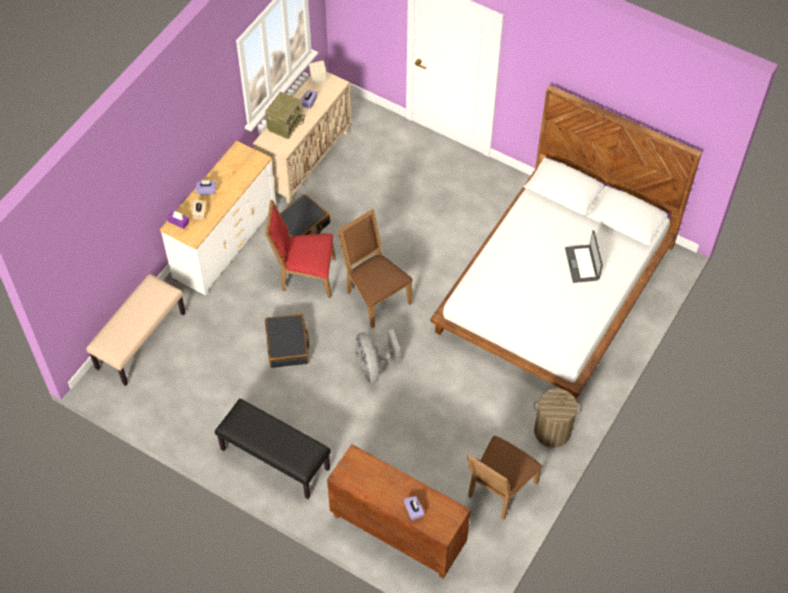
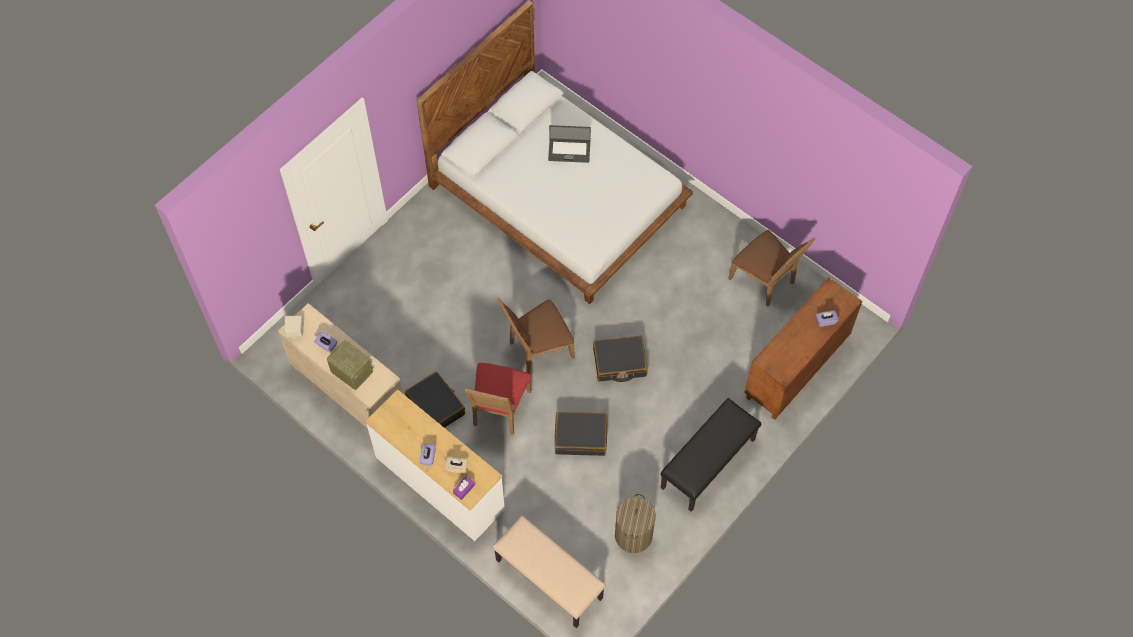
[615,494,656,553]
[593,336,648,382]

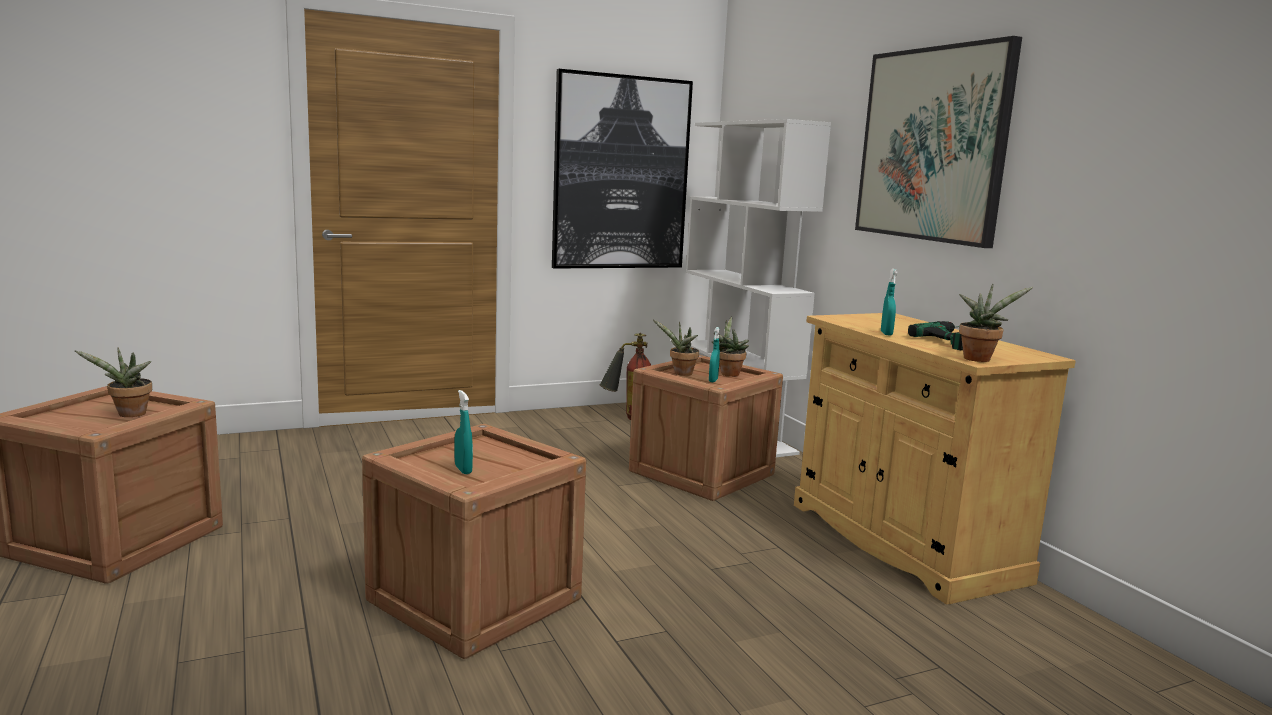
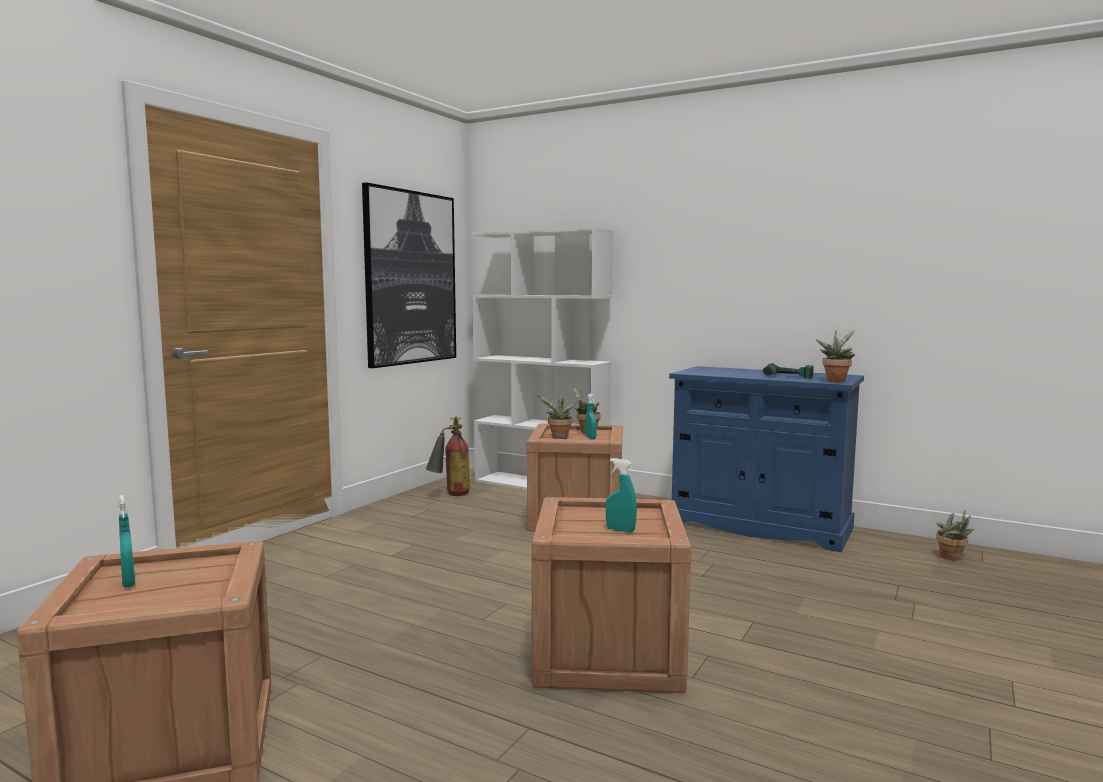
[855,36,1022,248] (first image)
[936,510,975,560]
[118,495,135,588]
[669,366,864,552]

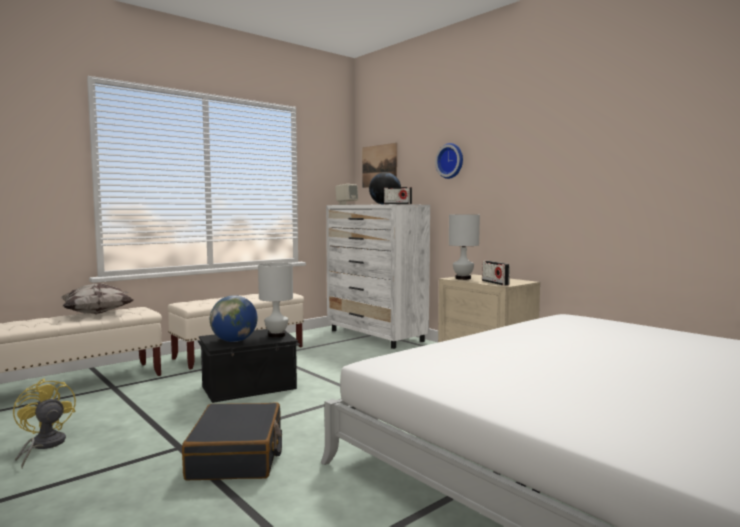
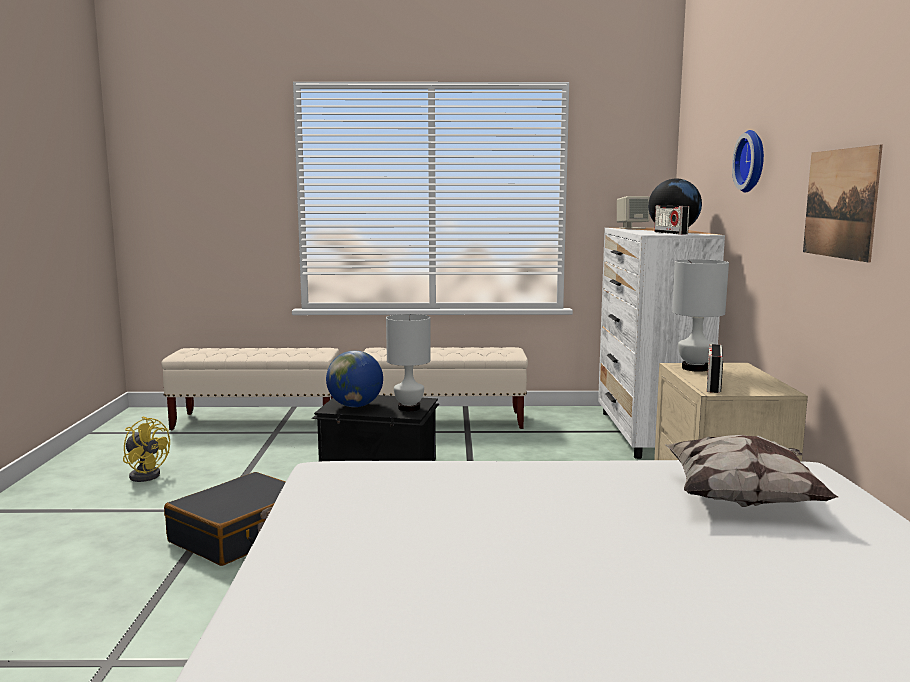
[666,435,839,507]
[803,145,883,263]
[123,417,170,482]

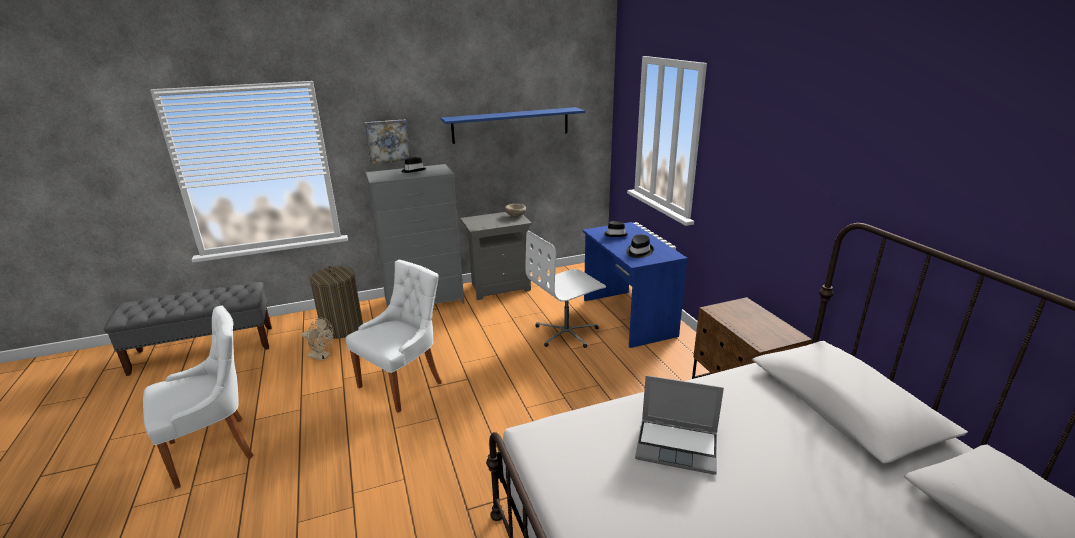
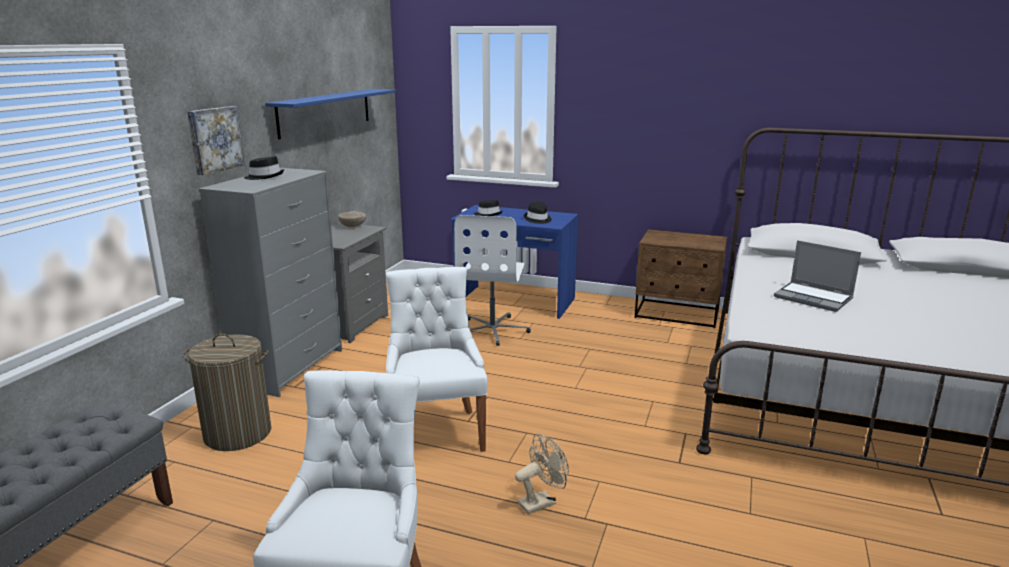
[515,434,569,514]
[774,240,861,312]

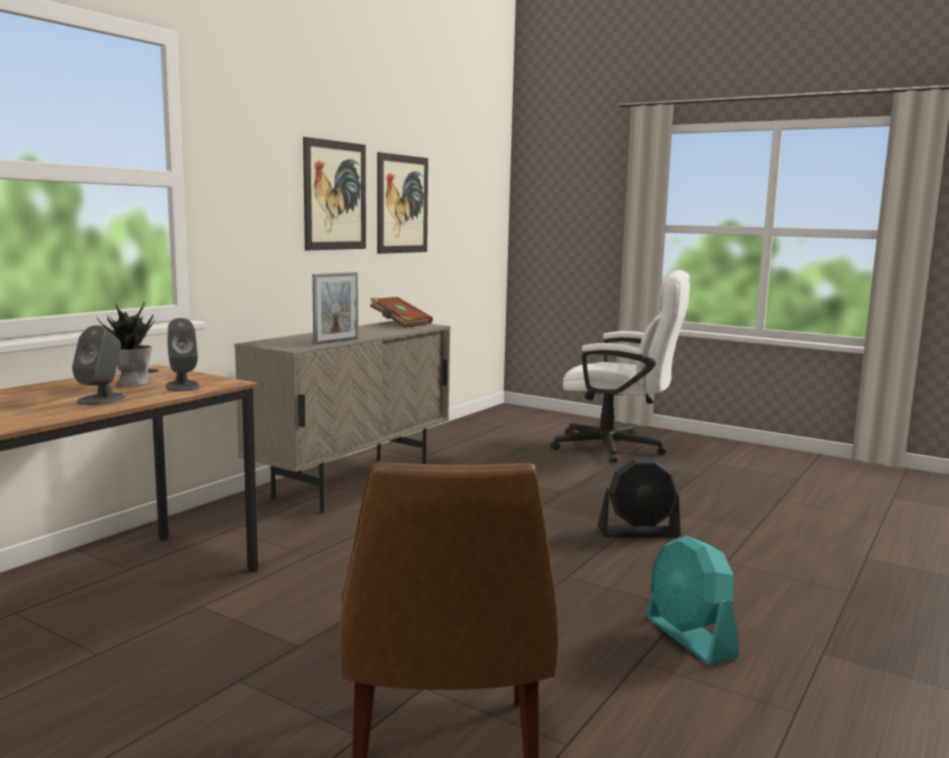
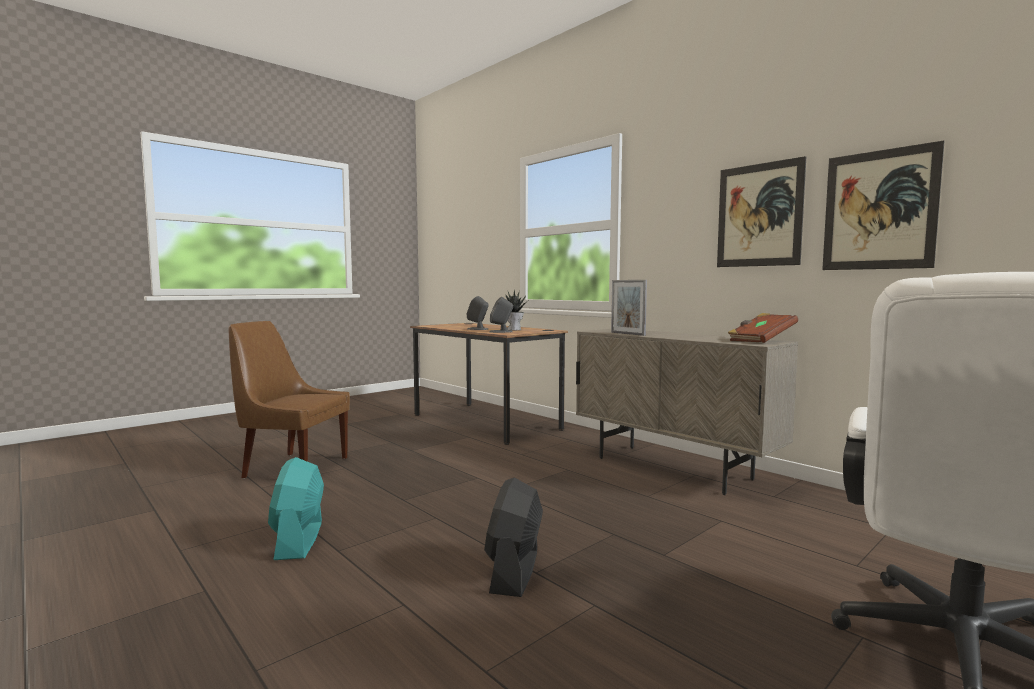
[268,457,324,560]

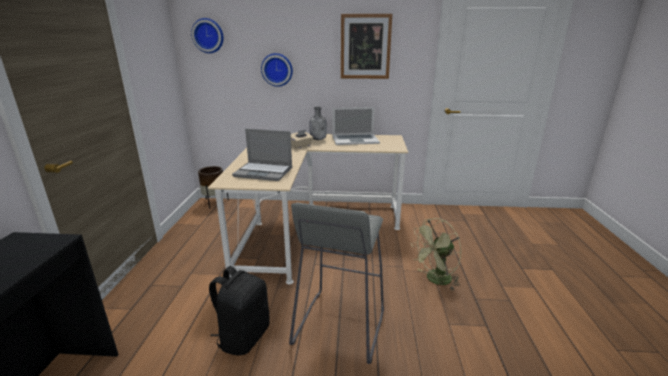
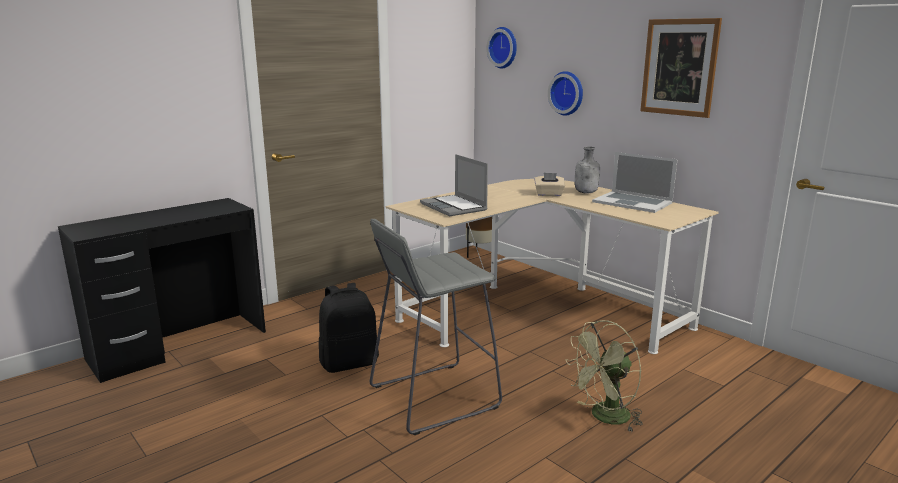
[566,320,643,431]

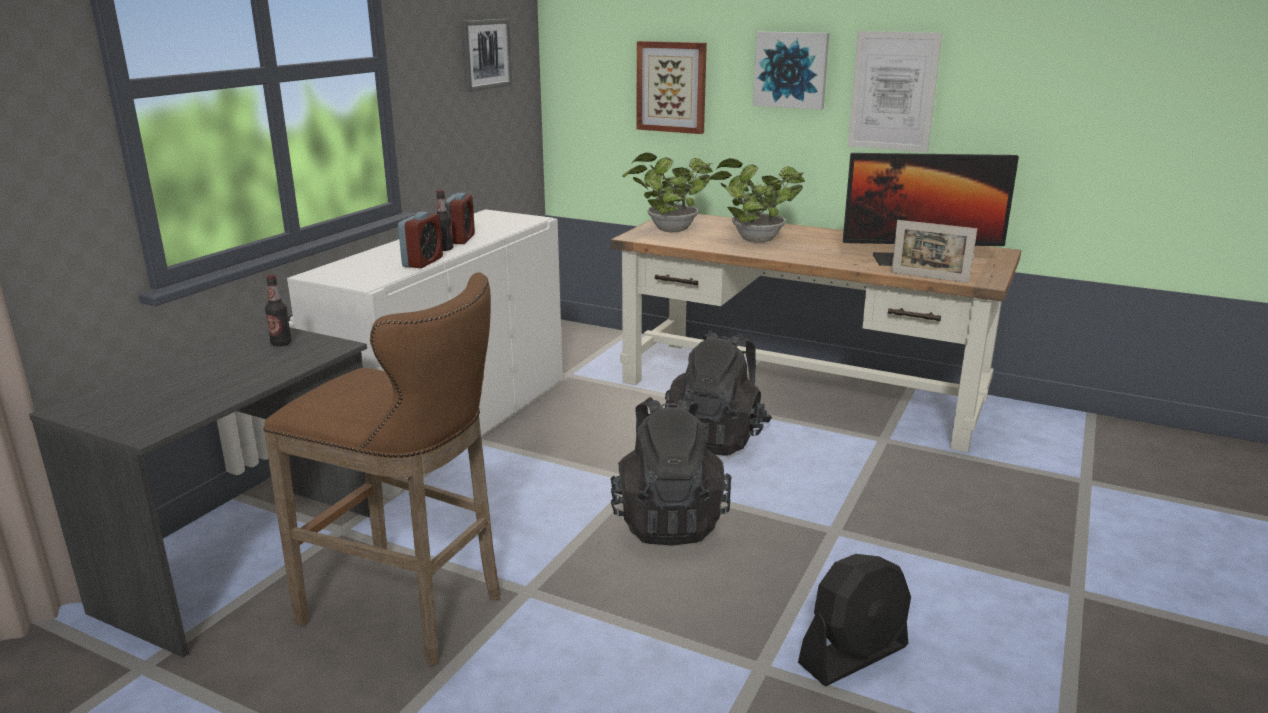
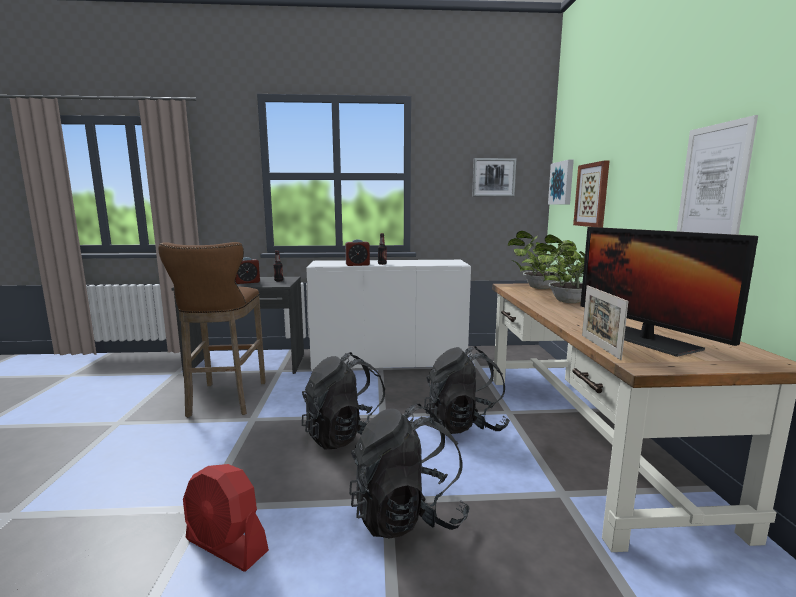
[349,404,470,539]
[235,257,260,284]
[548,160,574,205]
[183,464,269,572]

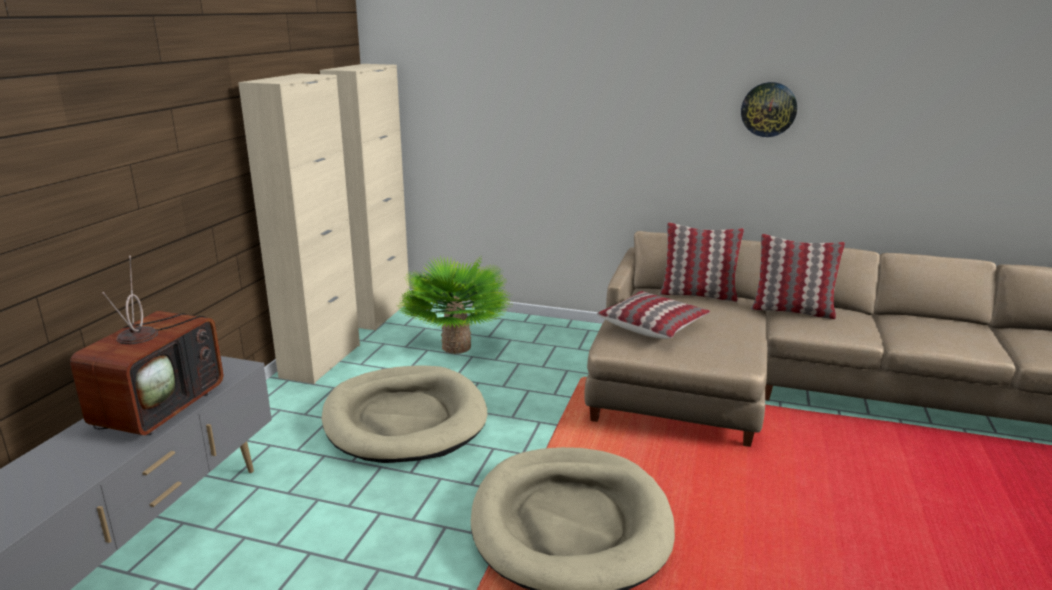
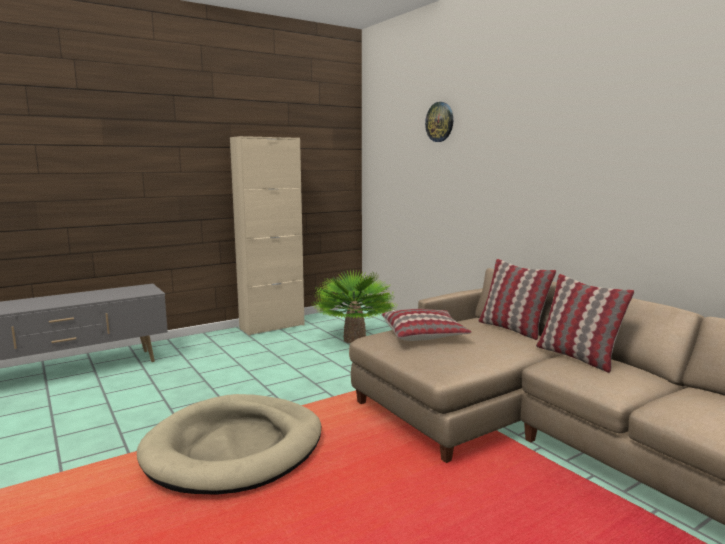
[70,256,223,435] (first image)
[320,64,410,330] (first image)
[322,365,487,463] (first image)
[425,102,453,142]

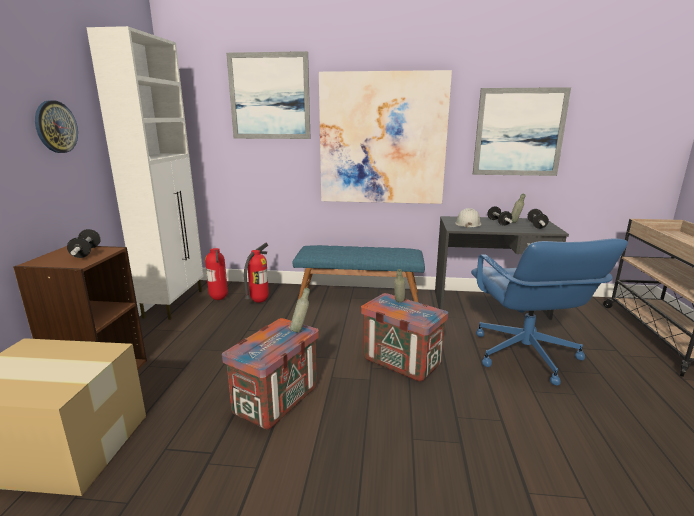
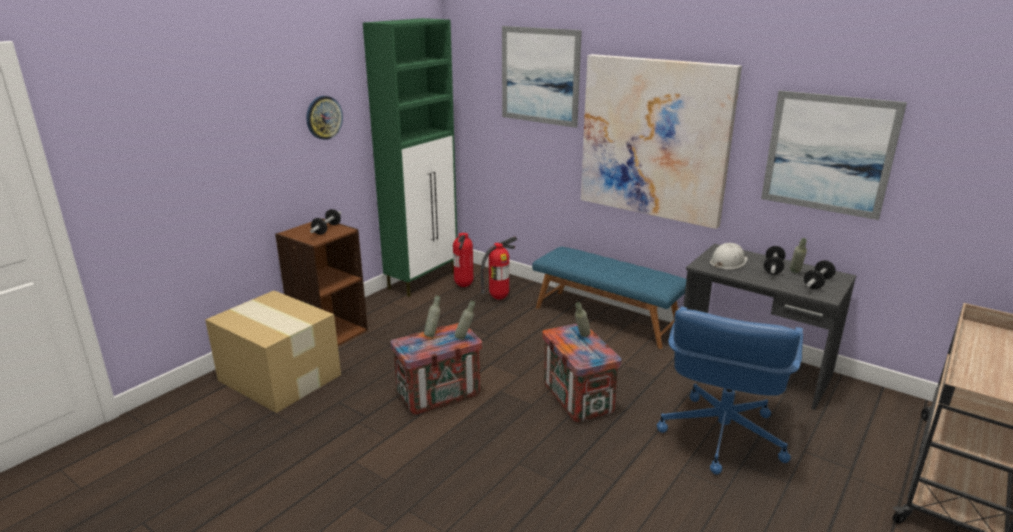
[424,296,440,337]
[363,18,457,297]

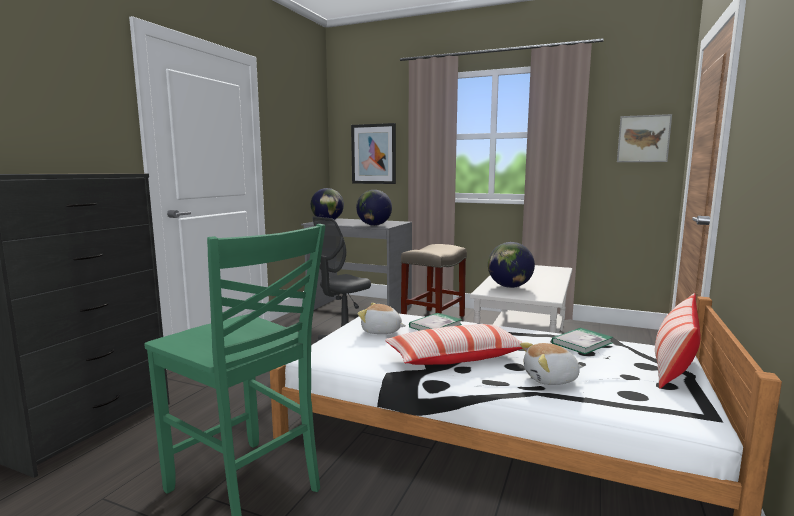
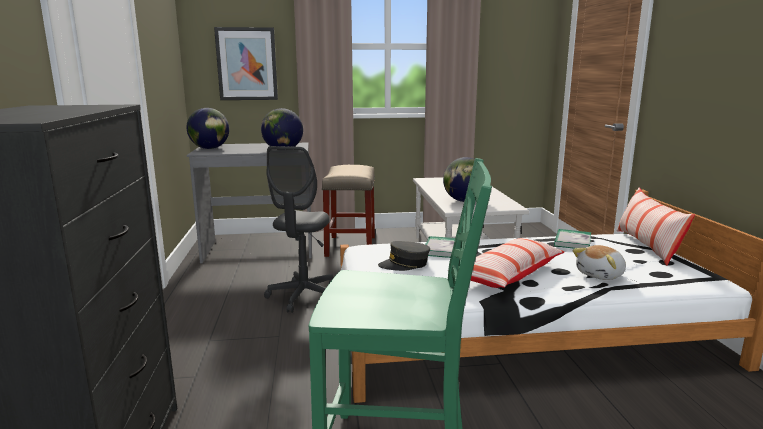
[617,114,672,162] (first image)
[378,241,430,271]

